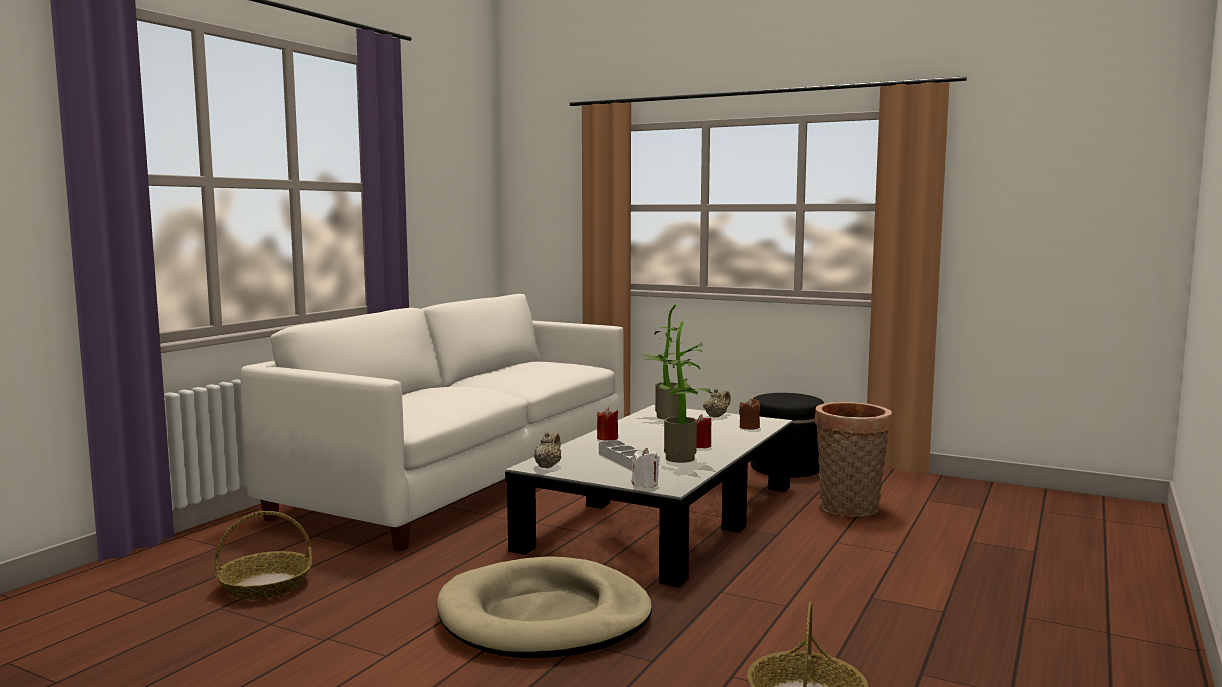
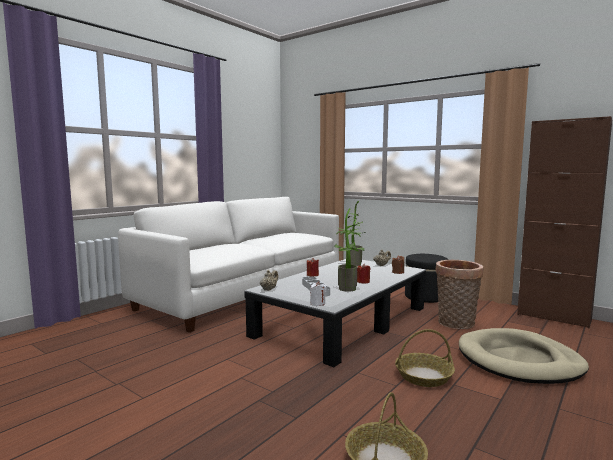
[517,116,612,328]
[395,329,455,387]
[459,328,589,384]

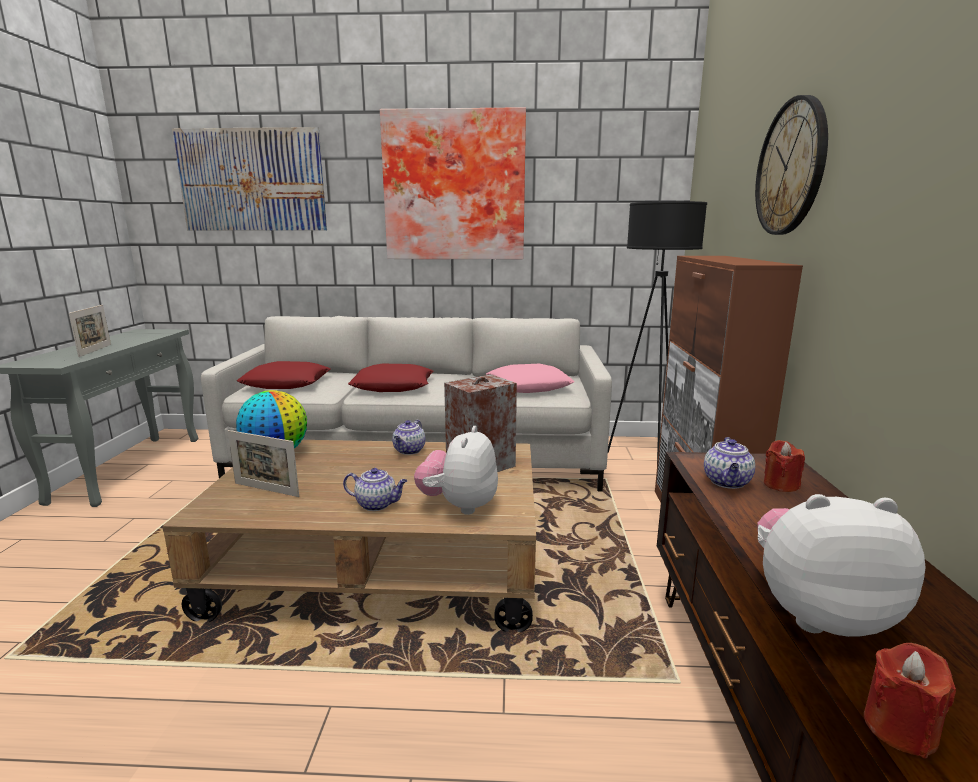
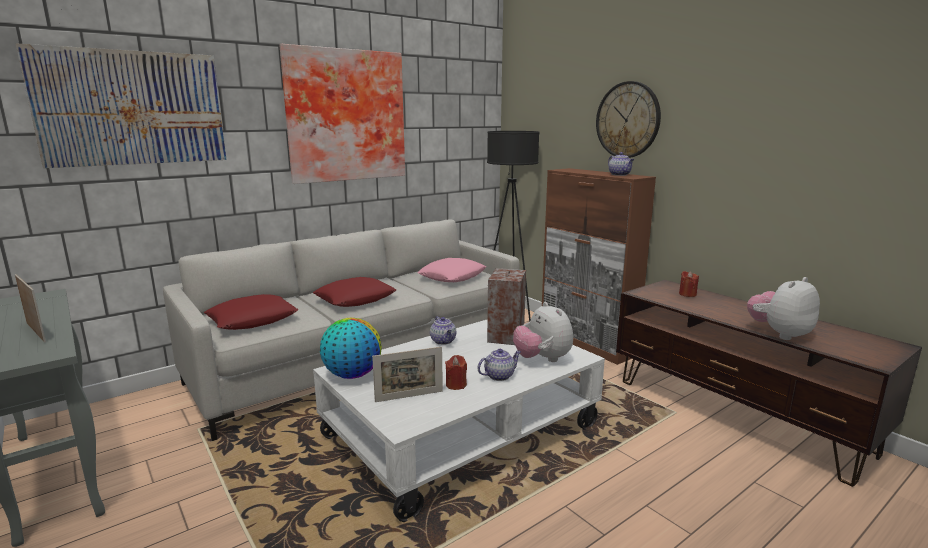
[608,152,634,176]
[445,355,467,390]
[313,320,605,522]

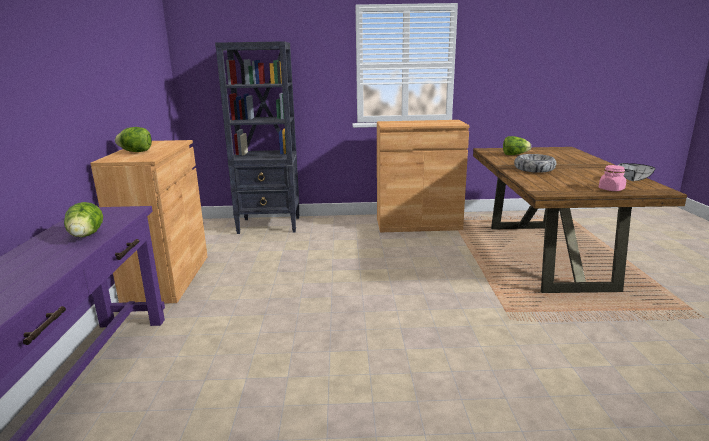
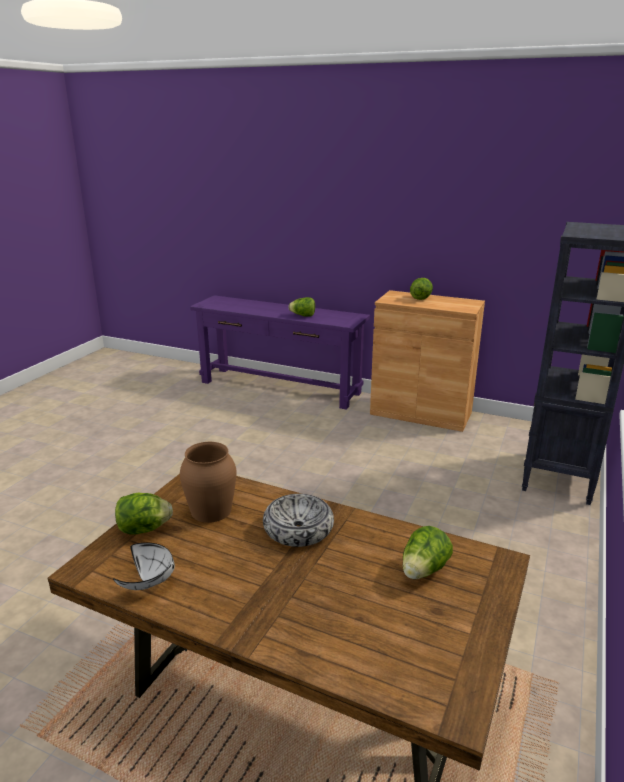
[377,120,470,232] (first image)
[180,442,236,523]
[115,493,173,534]

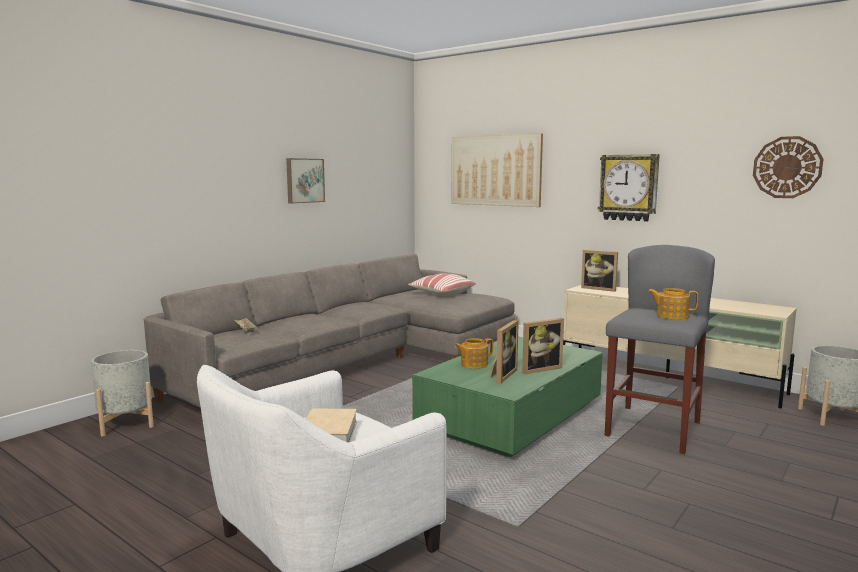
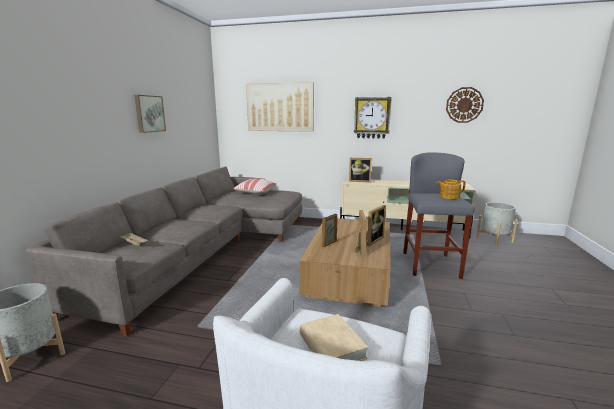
[322,214,337,247]
[299,218,391,307]

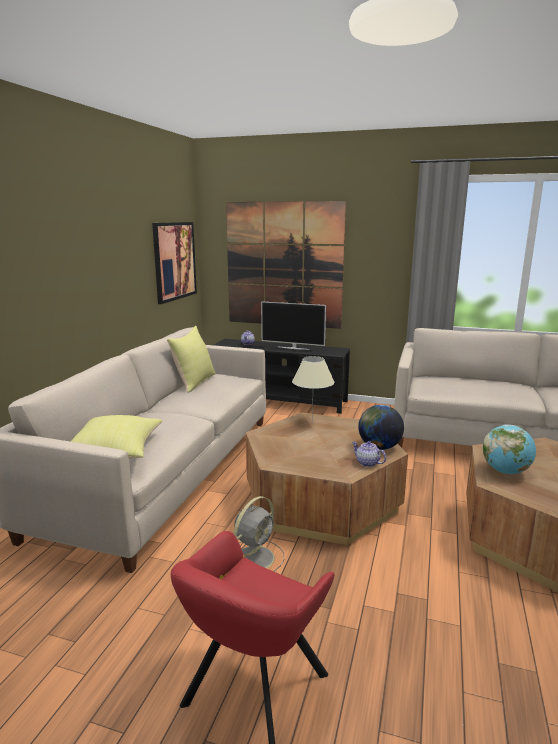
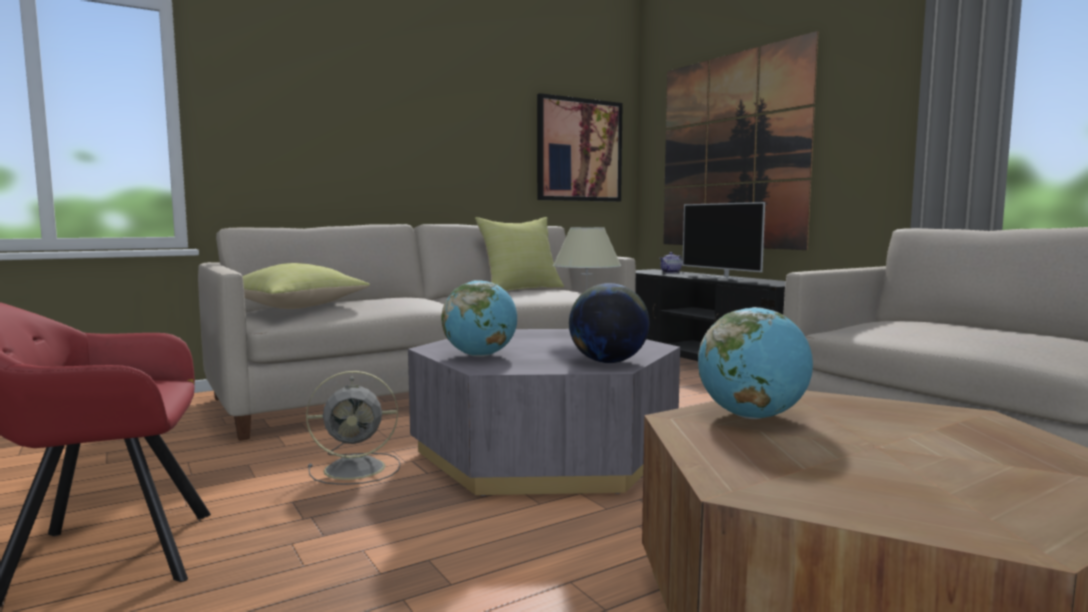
[352,441,386,467] (first image)
[441,280,517,357]
[408,329,680,496]

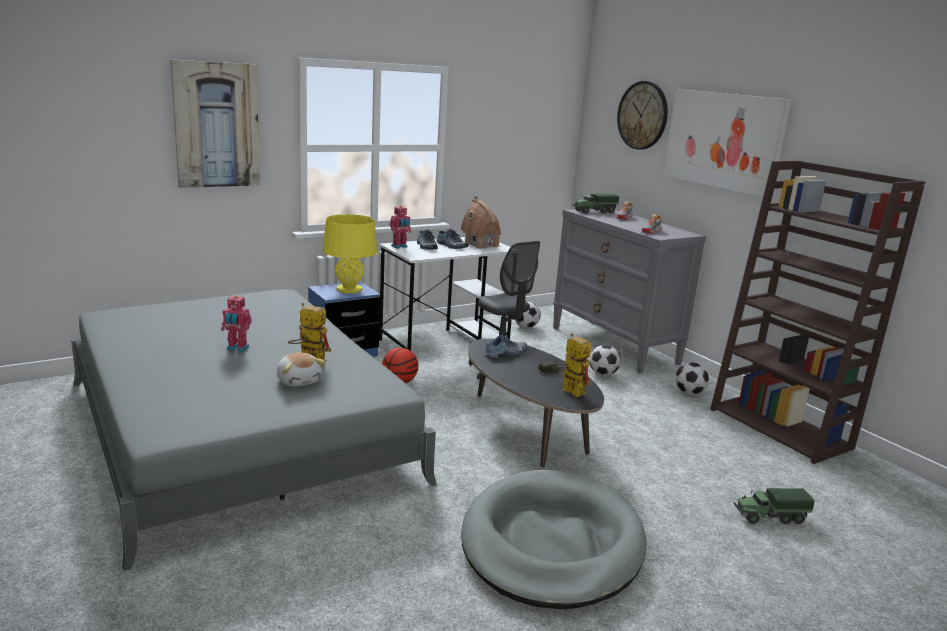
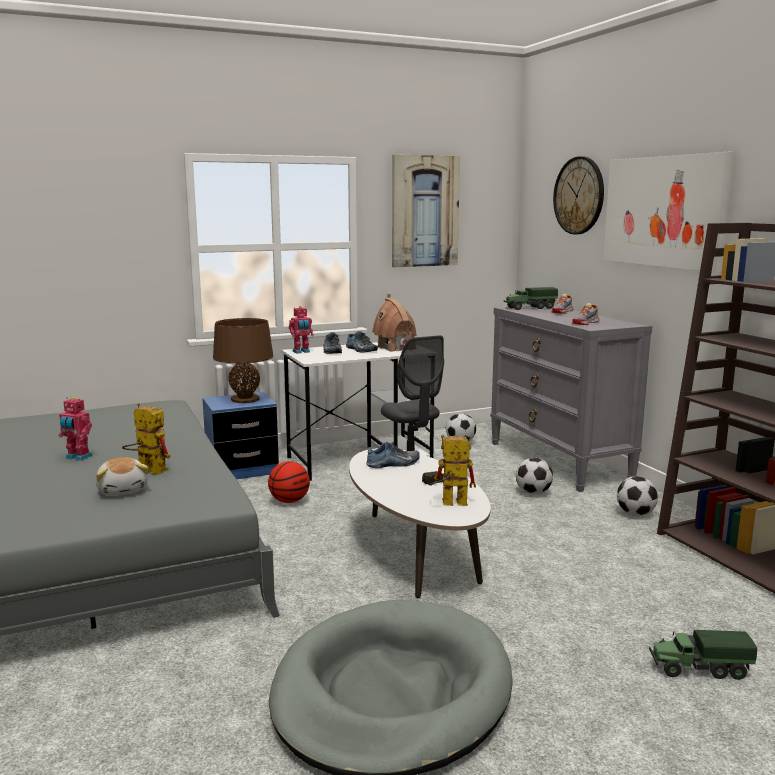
[392,154,460,267]
[213,318,273,403]
[349,448,491,598]
[430,435,476,506]

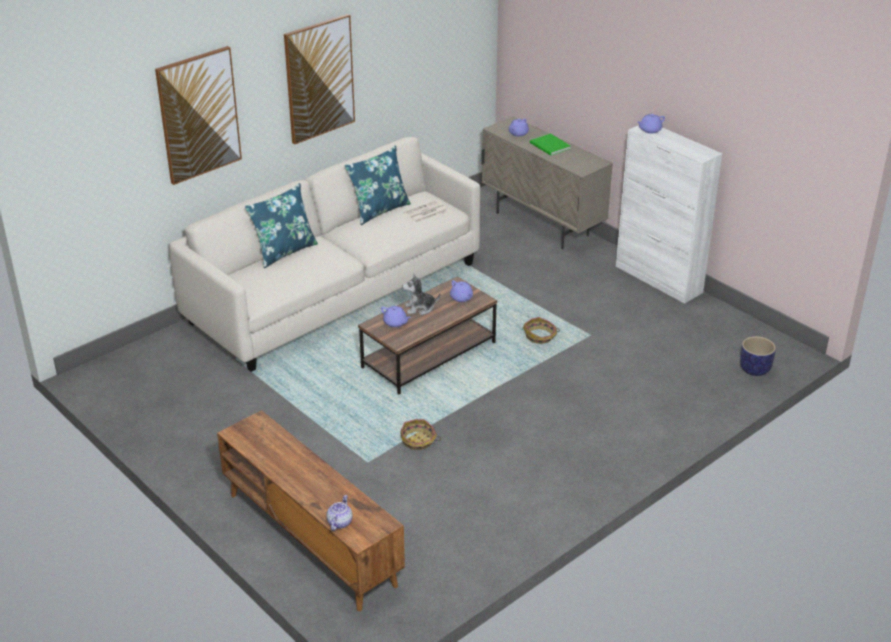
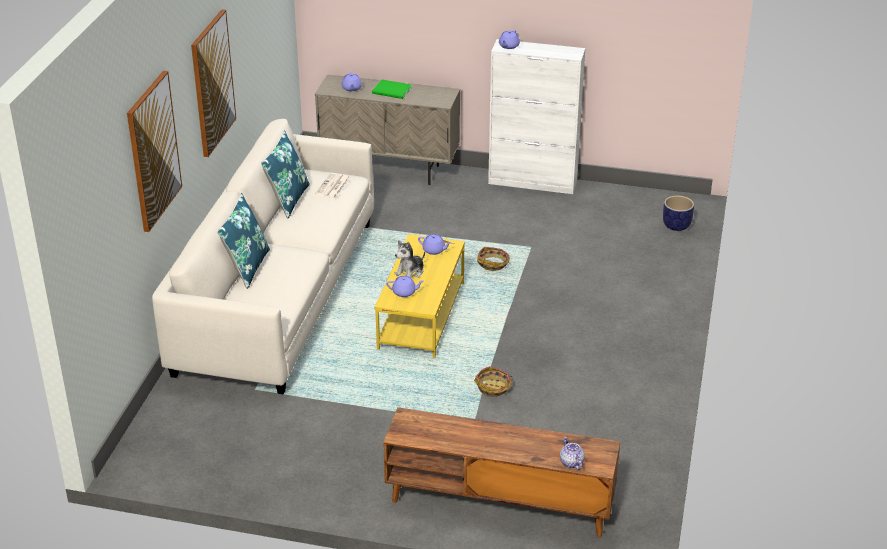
[375,234,465,358]

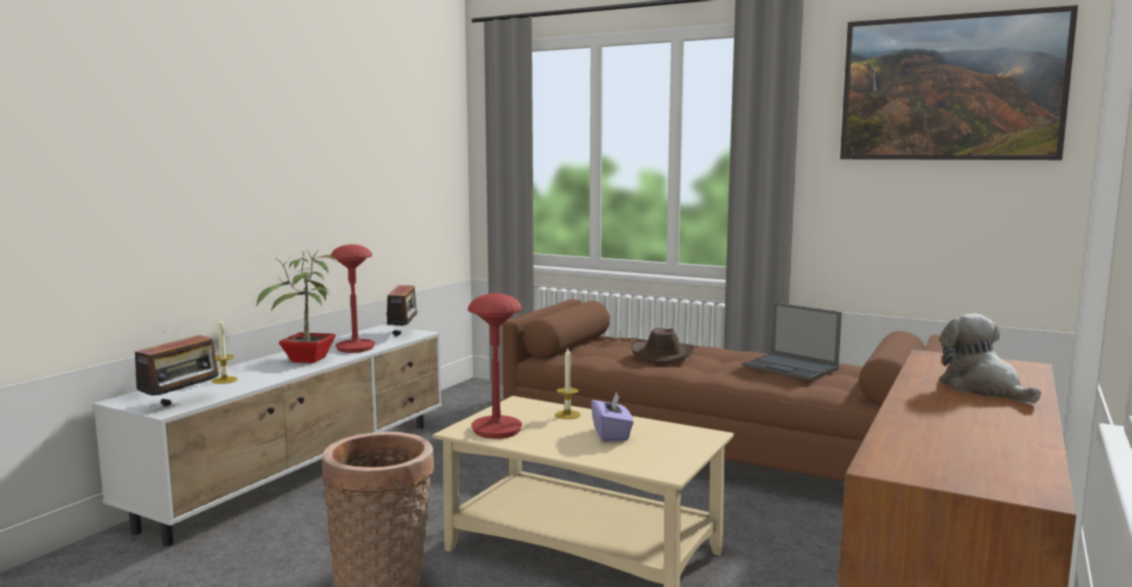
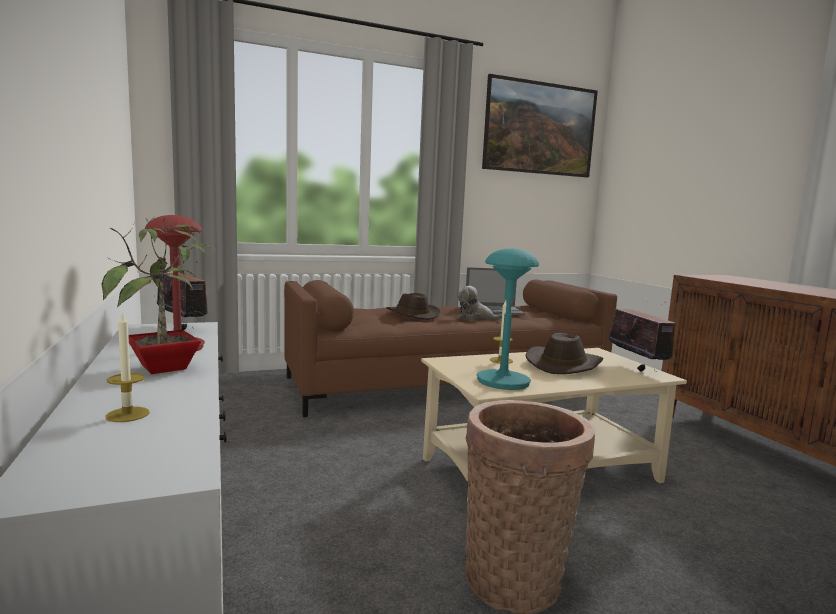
[609,302,675,372]
[457,286,502,321]
[525,333,604,374]
[476,248,539,390]

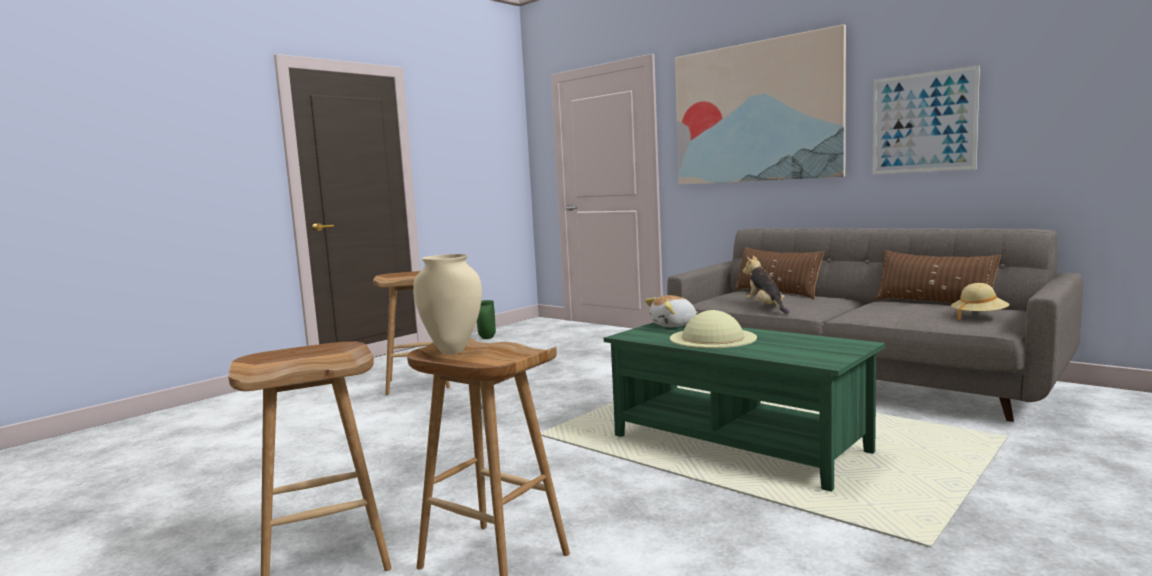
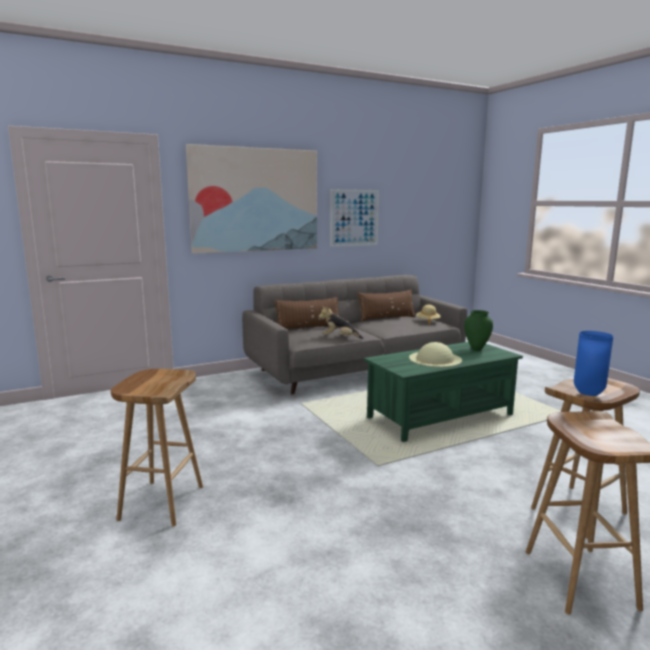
[645,295,697,327] (first image)
[464,310,493,351]
[574,331,613,396]

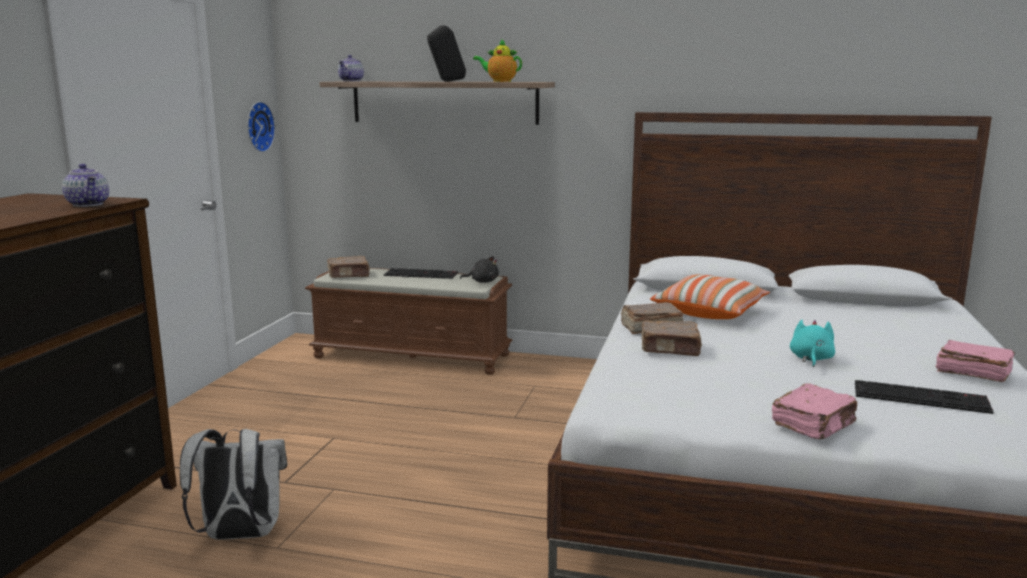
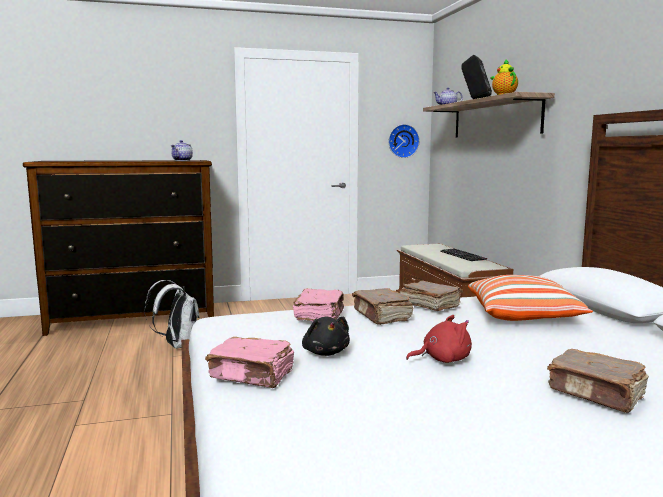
[855,380,994,414] (first image)
[547,349,649,413]
[302,317,350,356]
[293,288,344,321]
[406,315,472,363]

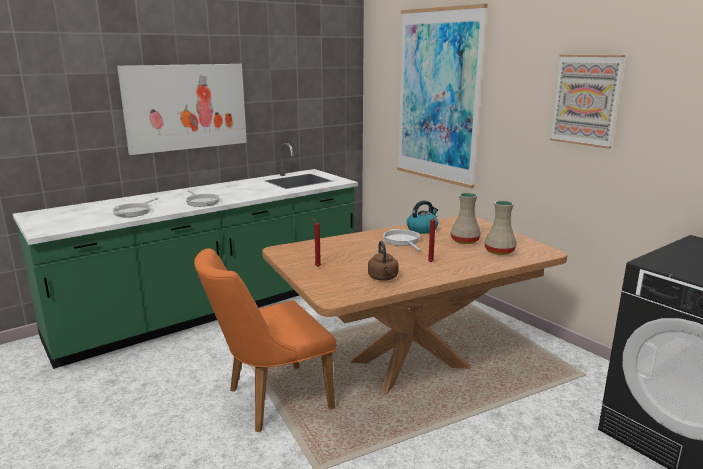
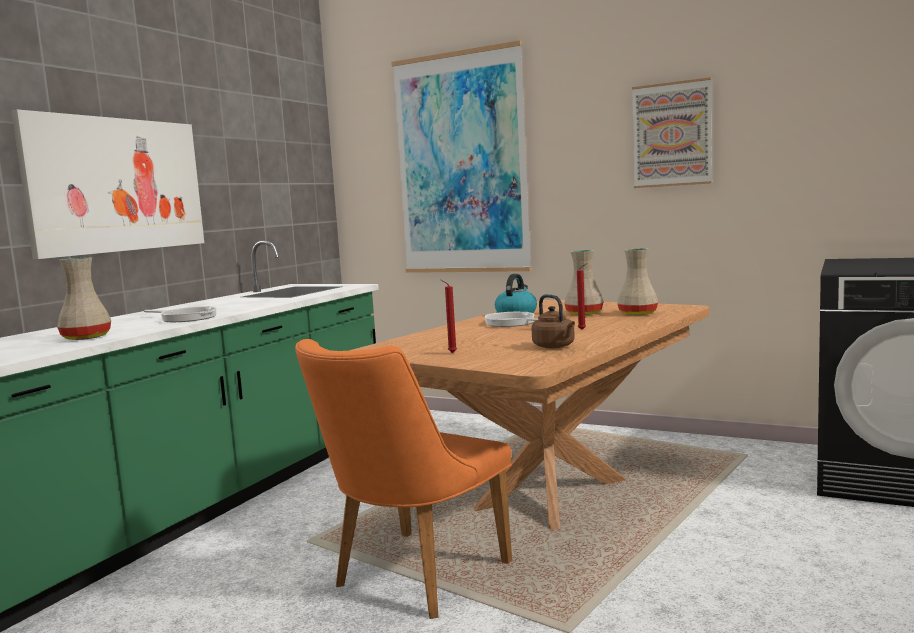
[57,257,111,340]

